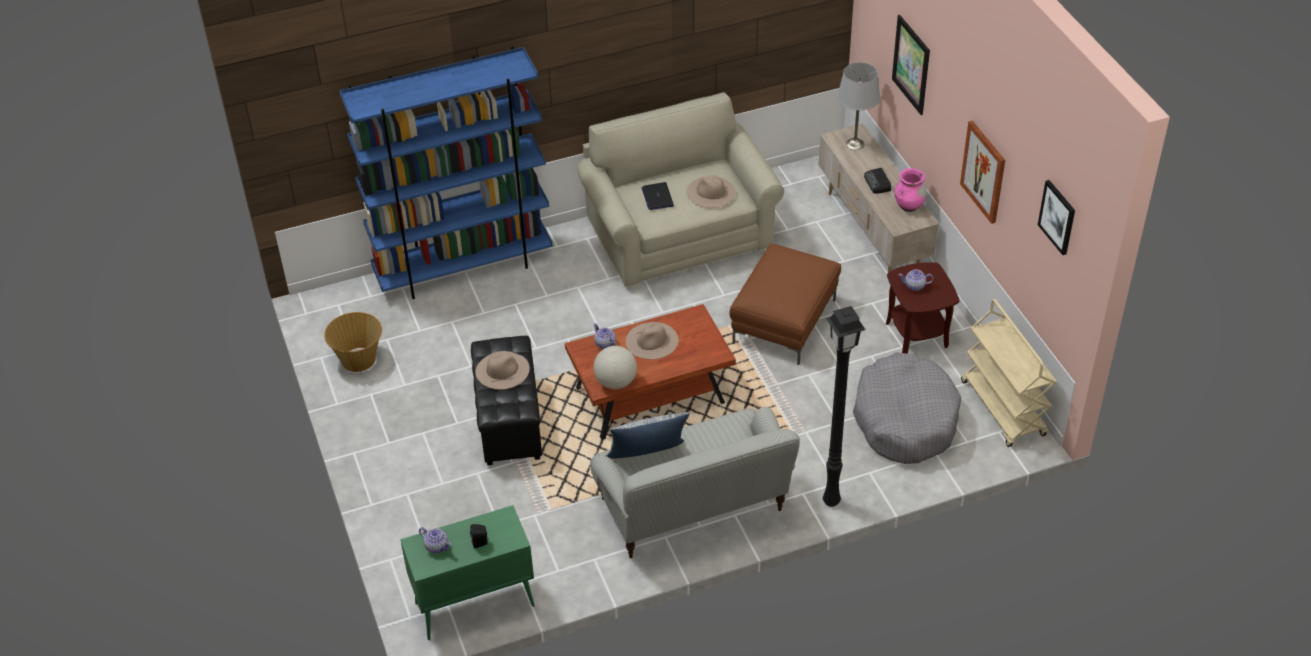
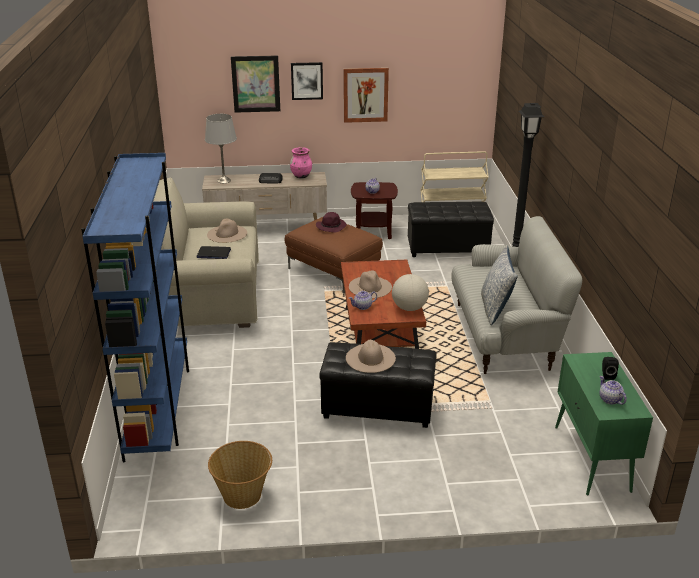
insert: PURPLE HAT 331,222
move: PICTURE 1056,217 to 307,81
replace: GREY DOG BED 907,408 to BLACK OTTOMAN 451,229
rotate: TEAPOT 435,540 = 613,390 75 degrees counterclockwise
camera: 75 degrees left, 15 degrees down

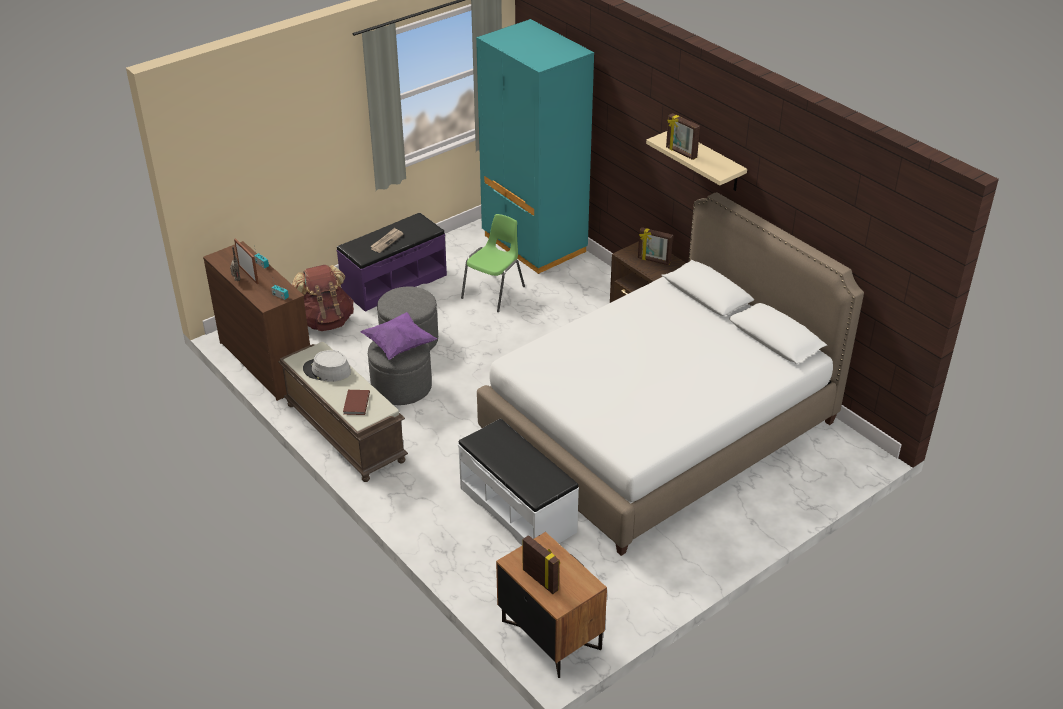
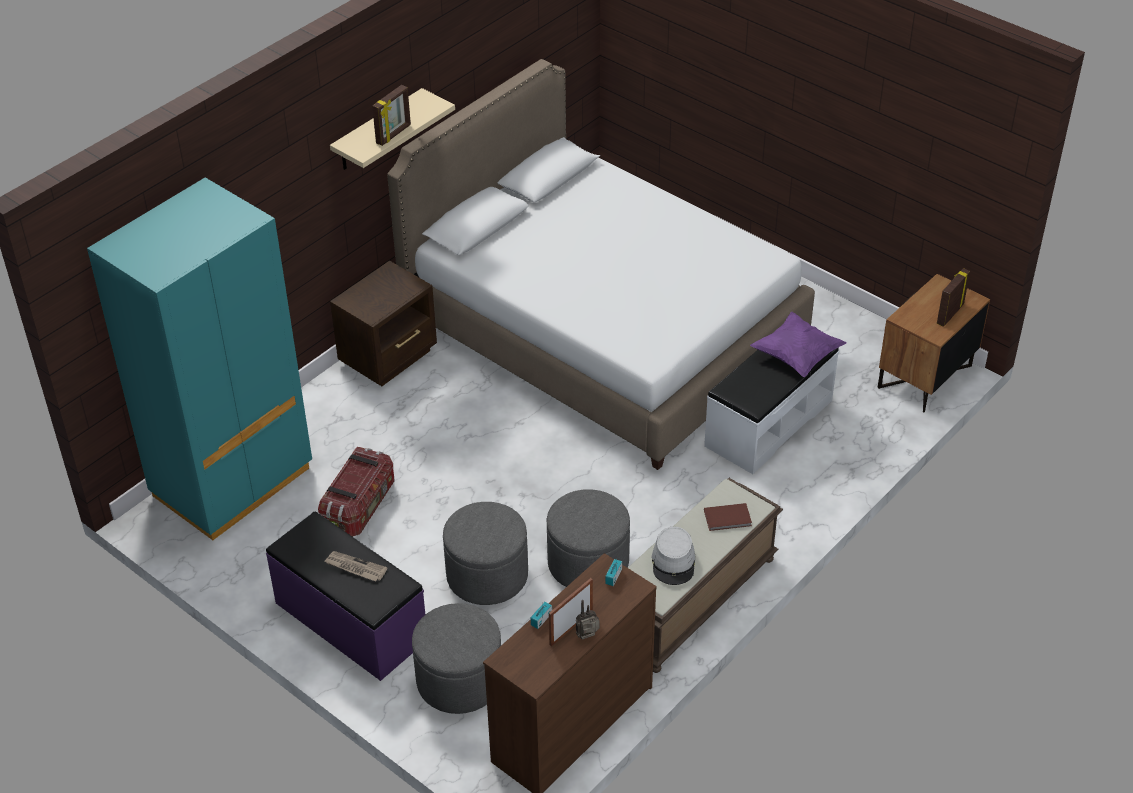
delete: PICTURE FRAME 655,246
move: PURPLE PILLOW 398,336 to 798,344
replace: GREEN CHAIR 493,263 to STORAGE BOX 356,492; BROWN BACKPACK 323,298 to GREY OTTOMAN 456,658
camera: 100 degrees left, 5 degrees up

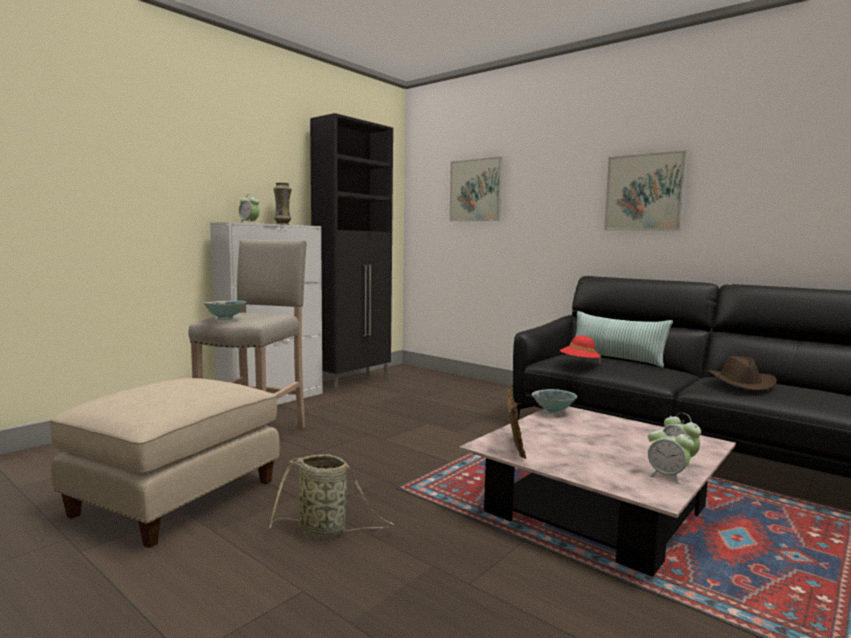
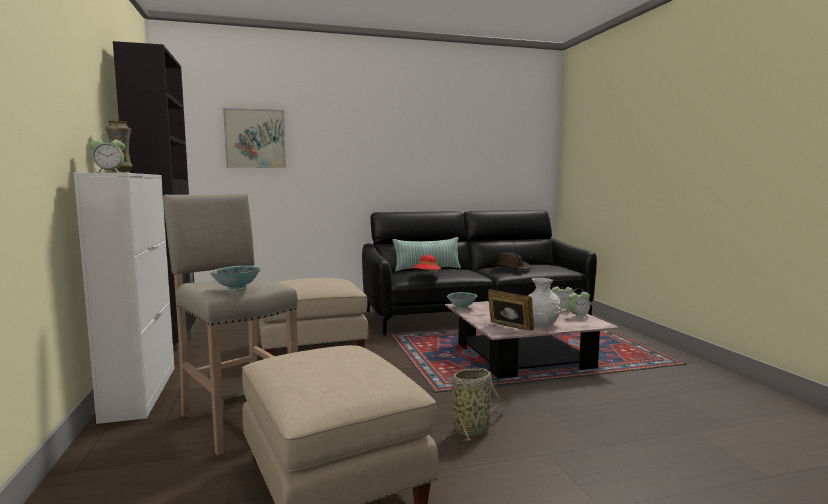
delete: PICTURE 645,190
insert: BEIGE OTTOMAN 313,316; WHITE VASE 544,302
camera: 55 degrees left, 0 degrees up

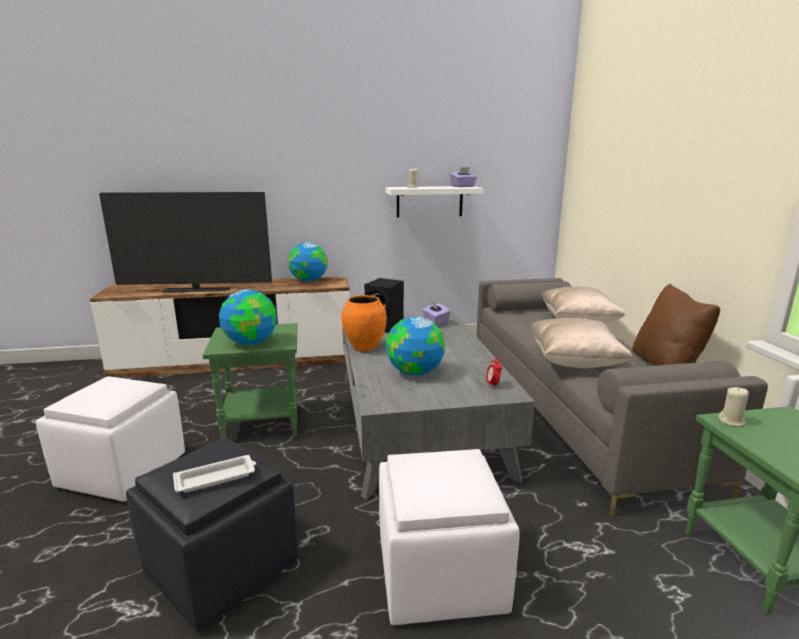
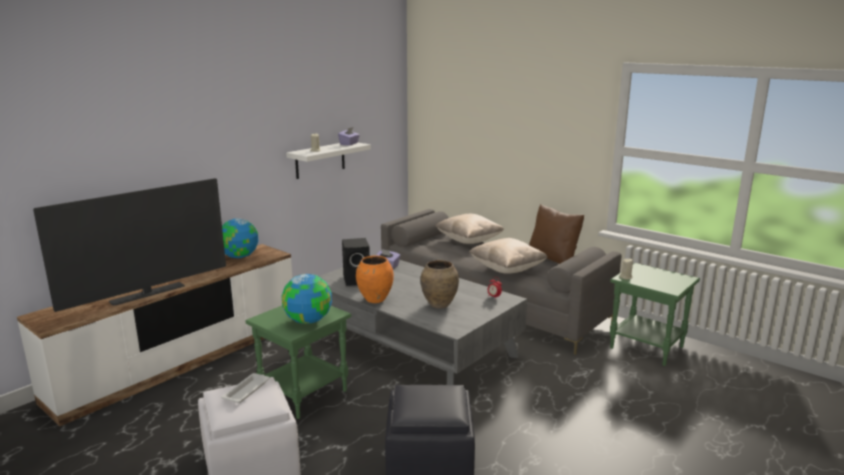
delete: WHITE OTTOMAN 449,537
move: WHITE TRAY 214,474 to 245,388
replace: GLOBE 415,345 to BROWN VASE 439,284
camera: 40 degrees left, 0 degrees up

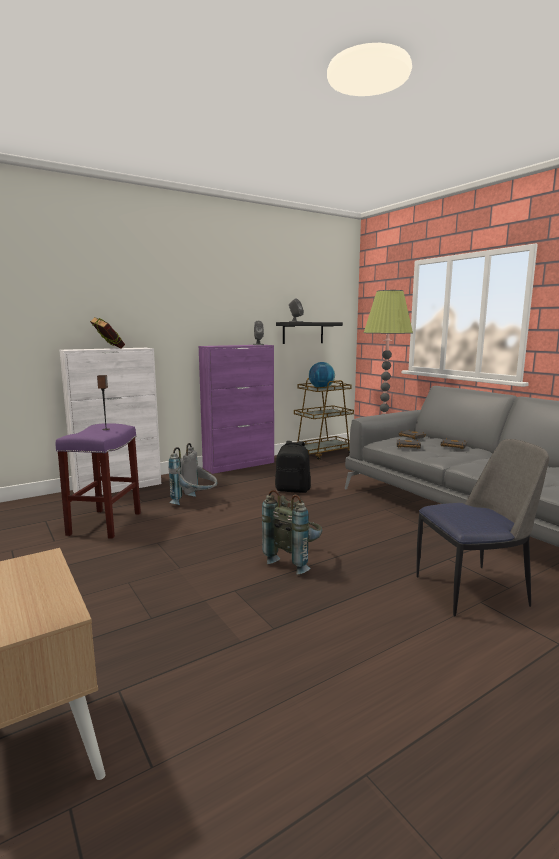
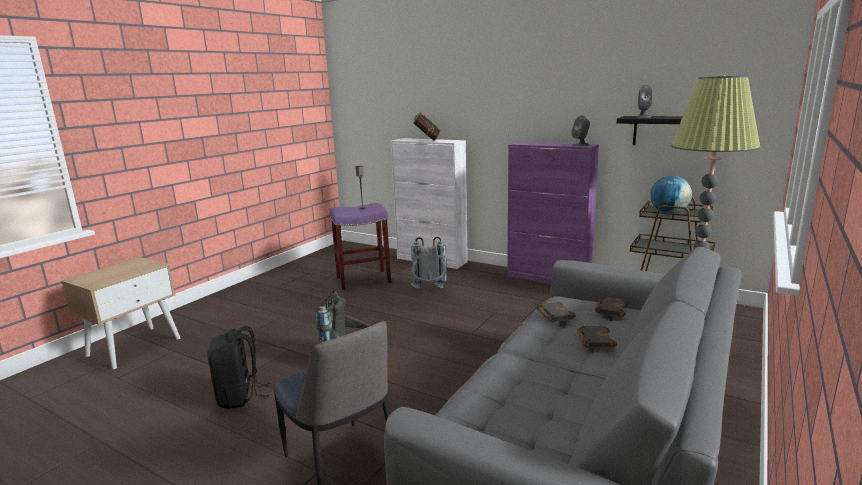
move: BLACK BACKPACK 293,467 to 238,367
camera: 65 degrees right, 5 degrees up

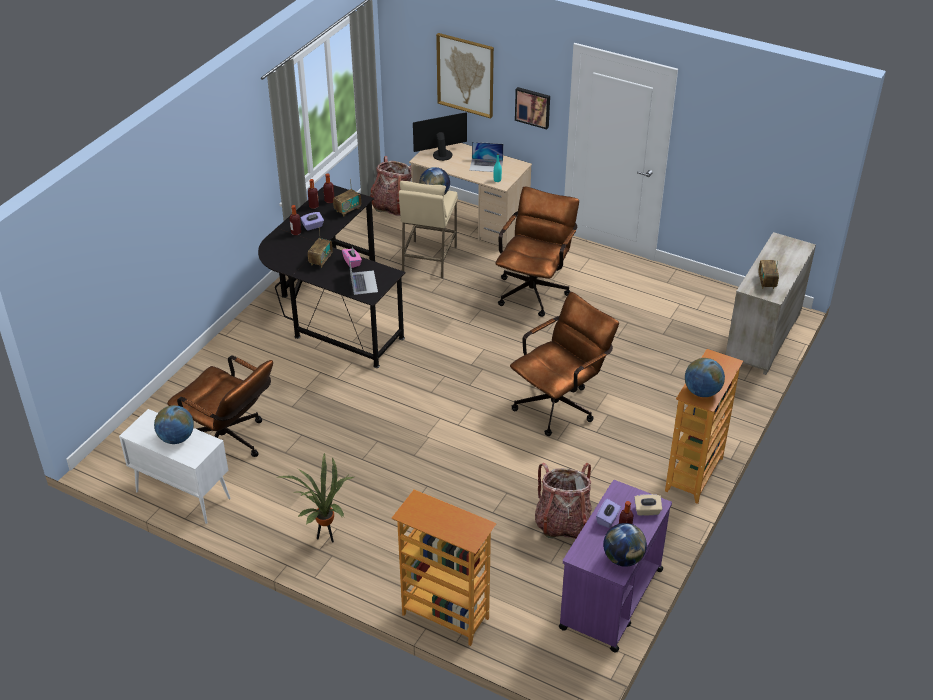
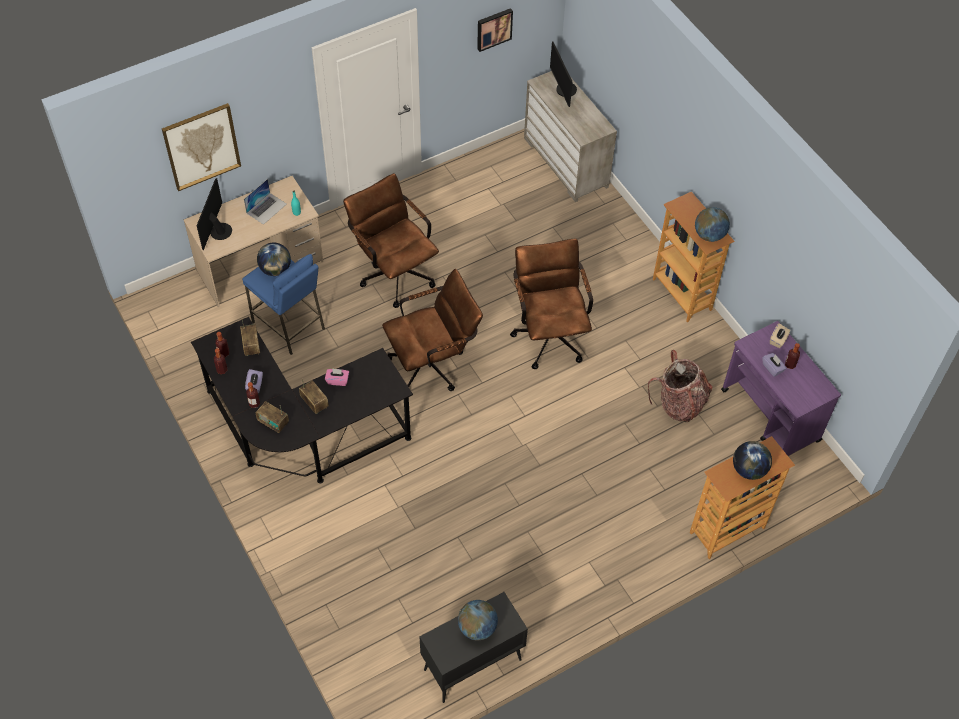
delete: POTTED PLANT 315,497; LAPTOP 363,276; BACKPACK 390,186
insert: MONITOR 563,74
move: RADIO 768,274 to 272,417; BROWN OFFICE CHAIR 220,406 to 432,330; PICTURE 532,108 to 495,30; GLOBE 625,545 to 752,460
recolor: BEIGE STOOL 428,229 to BLUE STOOL 283,304; WHITE CABINET 174,466 to BLACK CABINET 474,647
camera: 60 degrees left, 15 degrees up

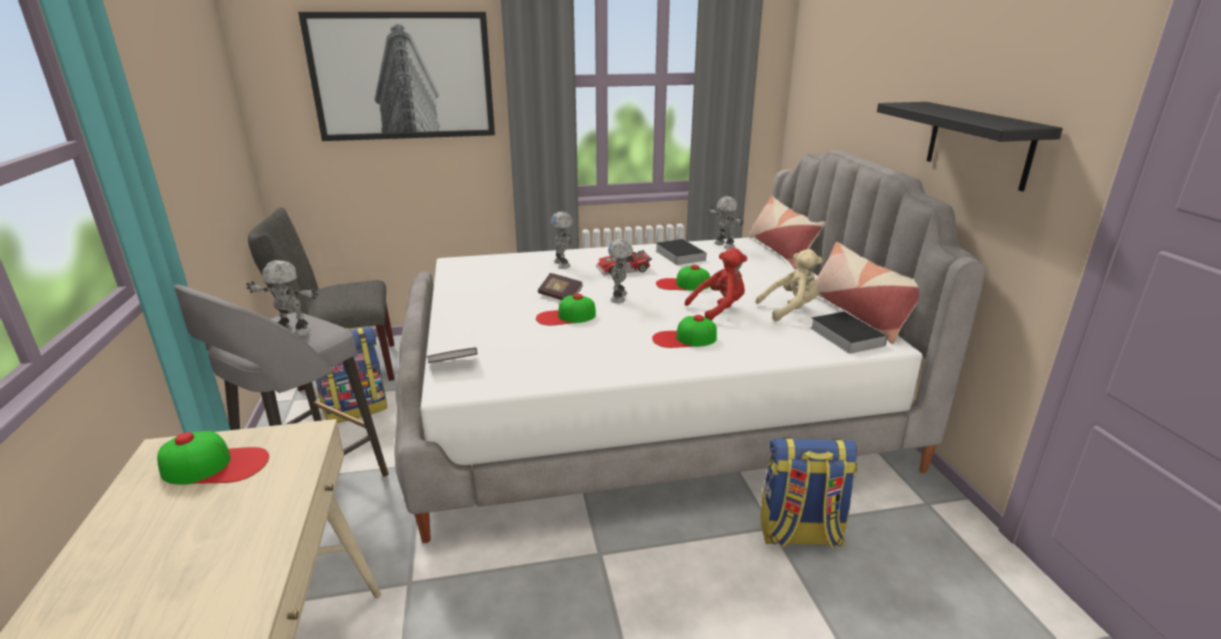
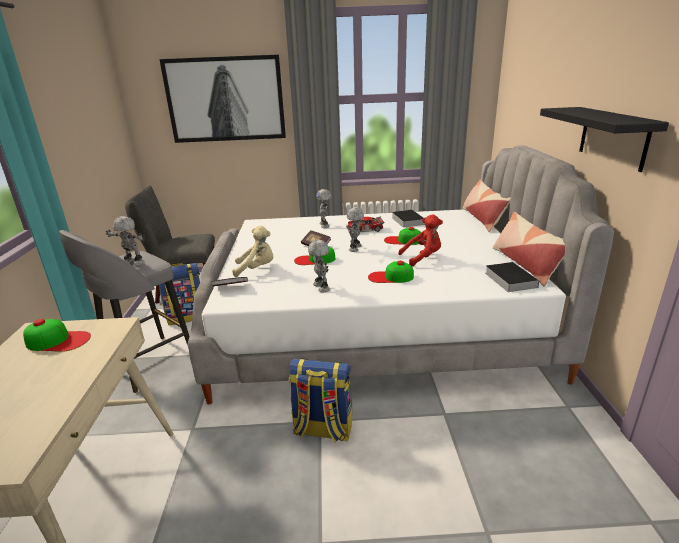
move: BEIGE PLUSH TOY 788,285 to 252,251; BACKPACK 809,493 to 320,400; TOY ROBOT 726,222 to 319,265
camera: 10 degrees right, 0 degrees up

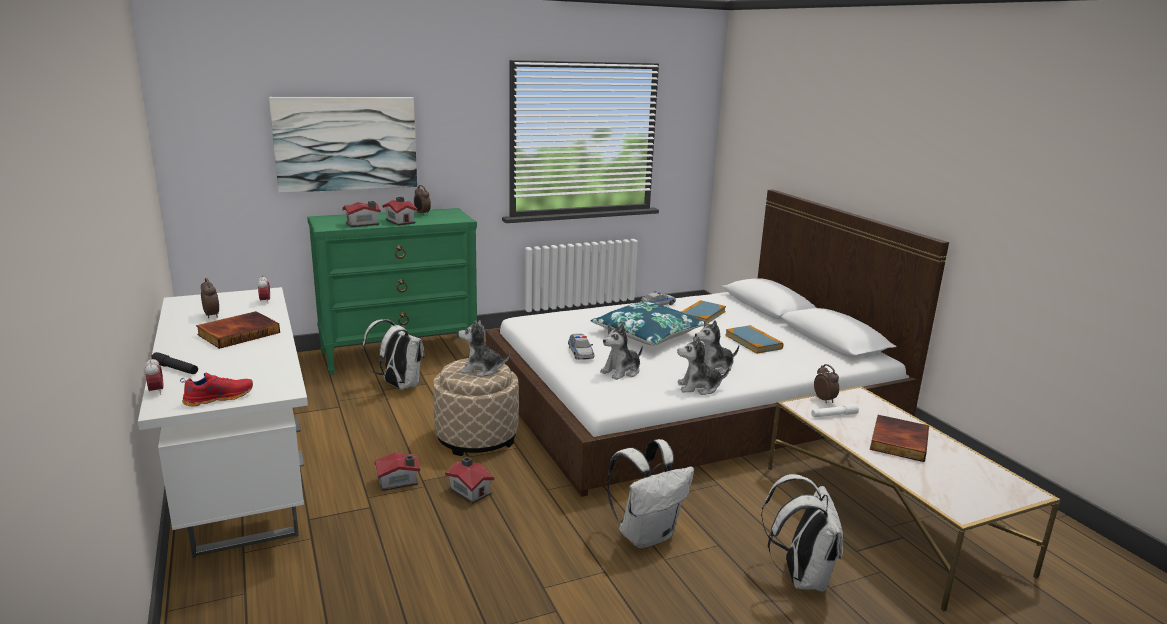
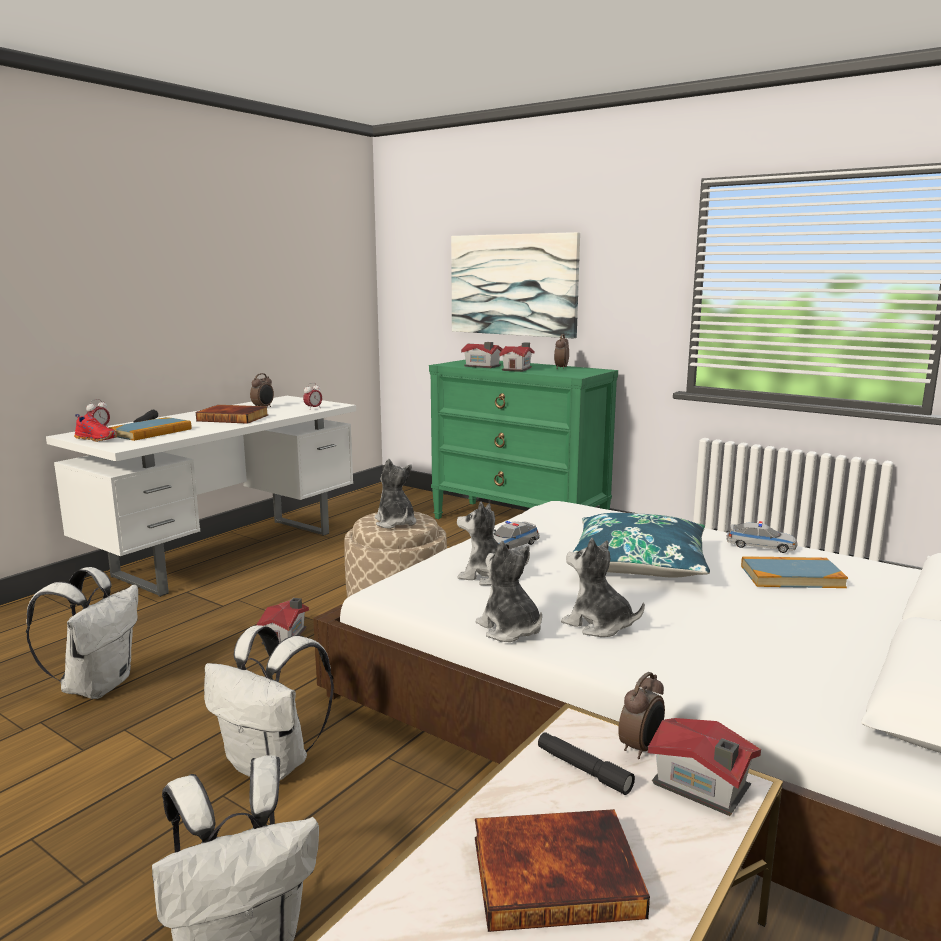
move: WHITE BACKPACK 393,354 to 82,633; BOOK 754,339 to 150,429; TOY HOUSE 397,471 to 704,767
recolor: WHITE FLASHLIGHT 835,410 to BLACK FLASHLIGHT 586,763
camera: 60 degrees right, 5 degrees down

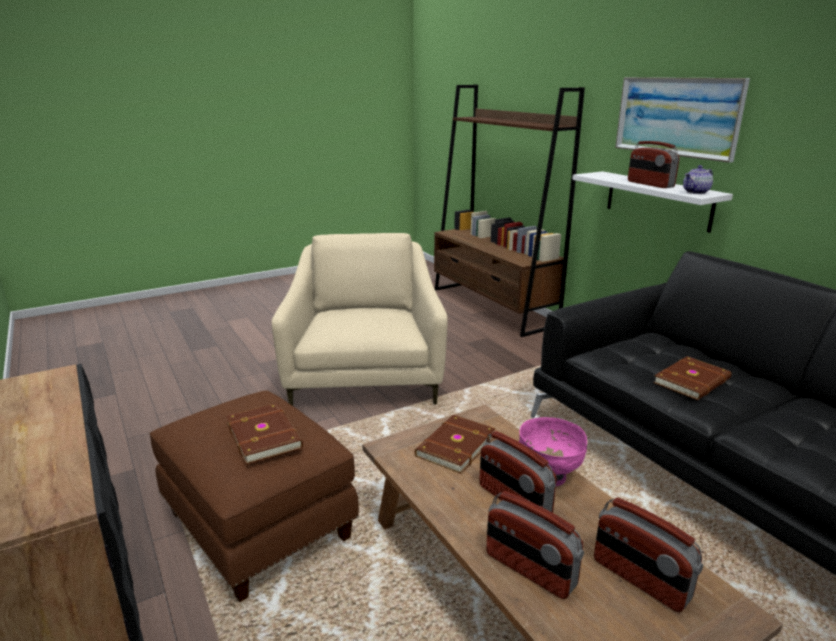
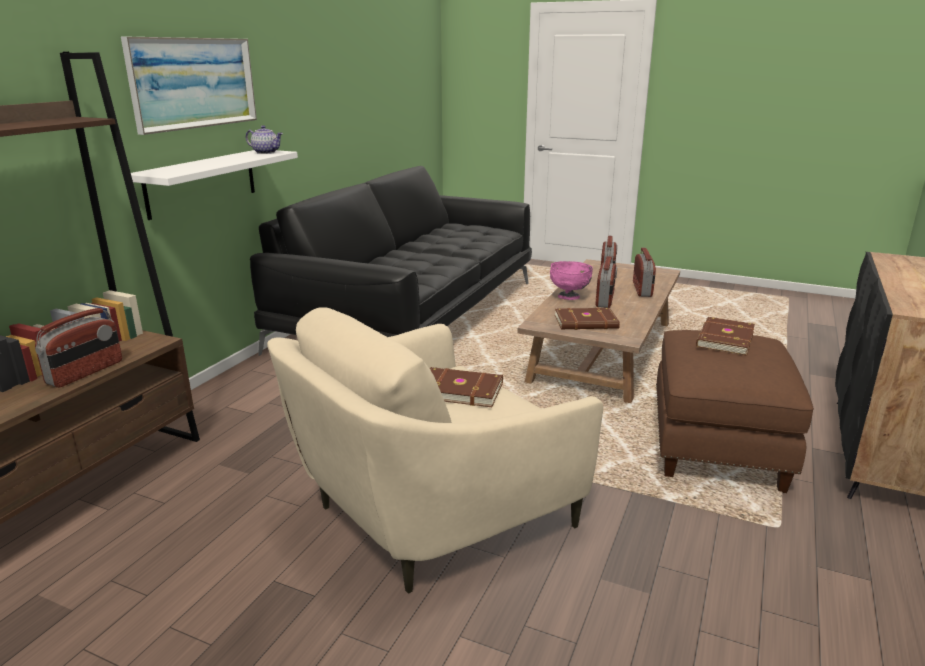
move: RADIO 654,164 to 78,348; BROWN BOOK 692,378 to 466,387
camera: 125 degrees left, 0 degrees up

